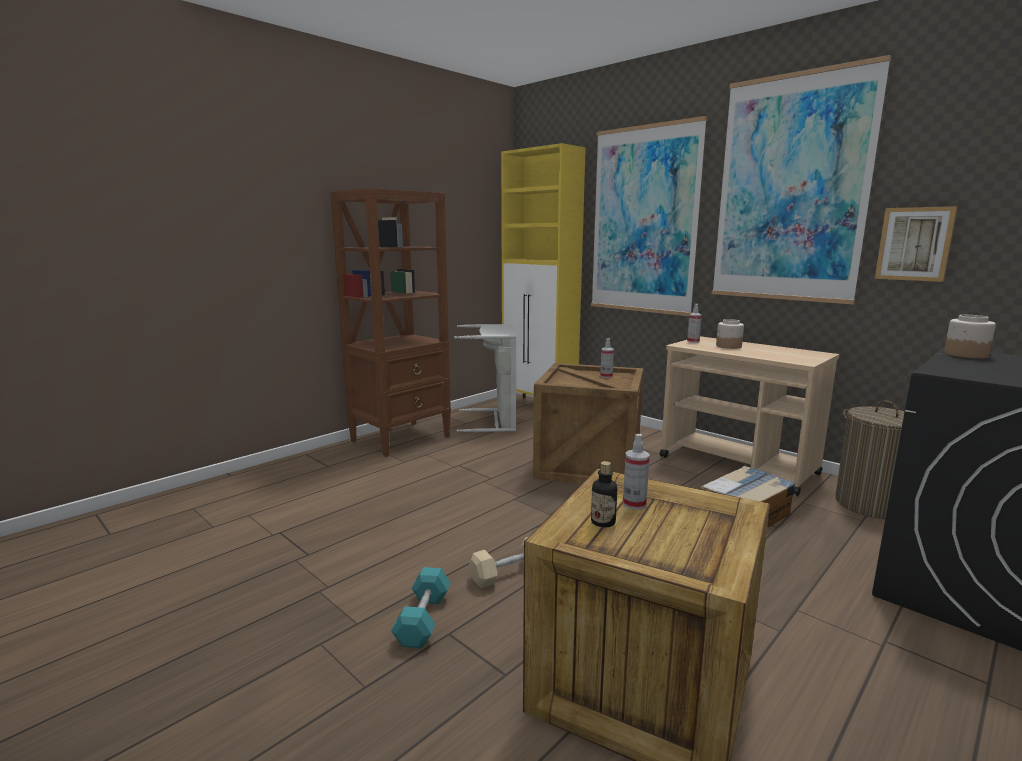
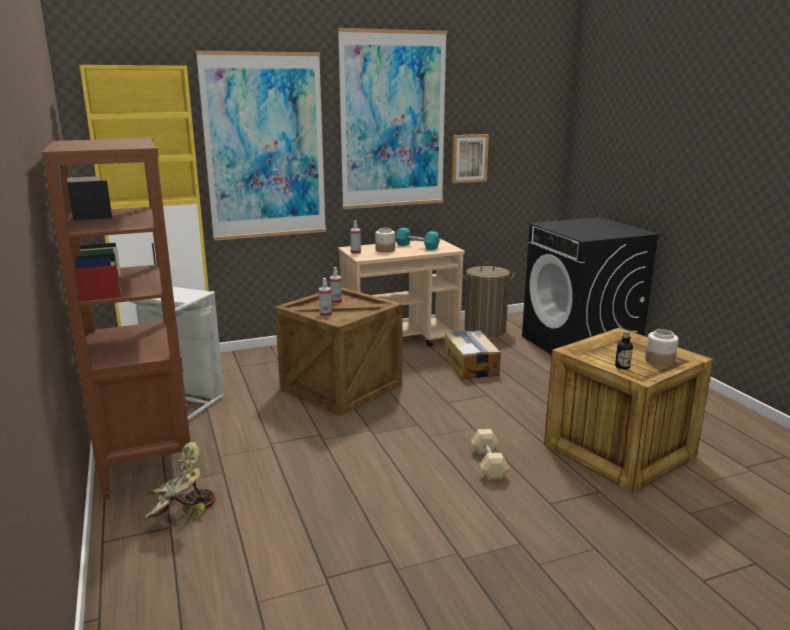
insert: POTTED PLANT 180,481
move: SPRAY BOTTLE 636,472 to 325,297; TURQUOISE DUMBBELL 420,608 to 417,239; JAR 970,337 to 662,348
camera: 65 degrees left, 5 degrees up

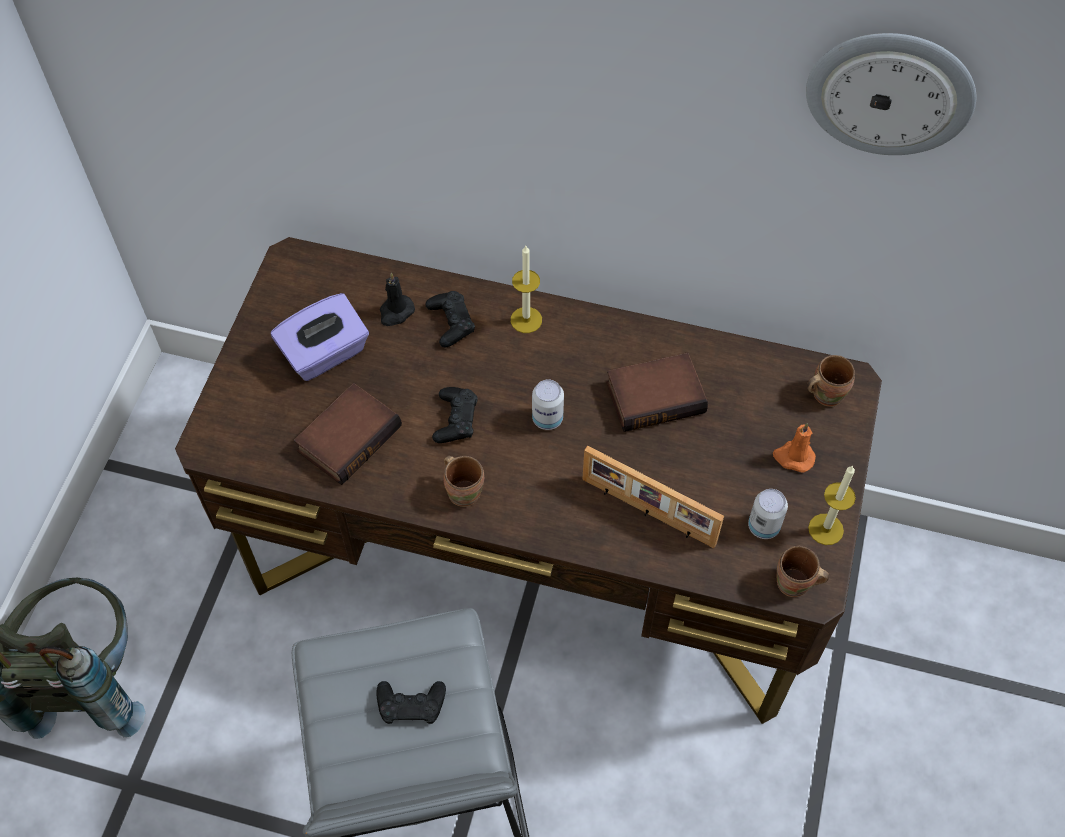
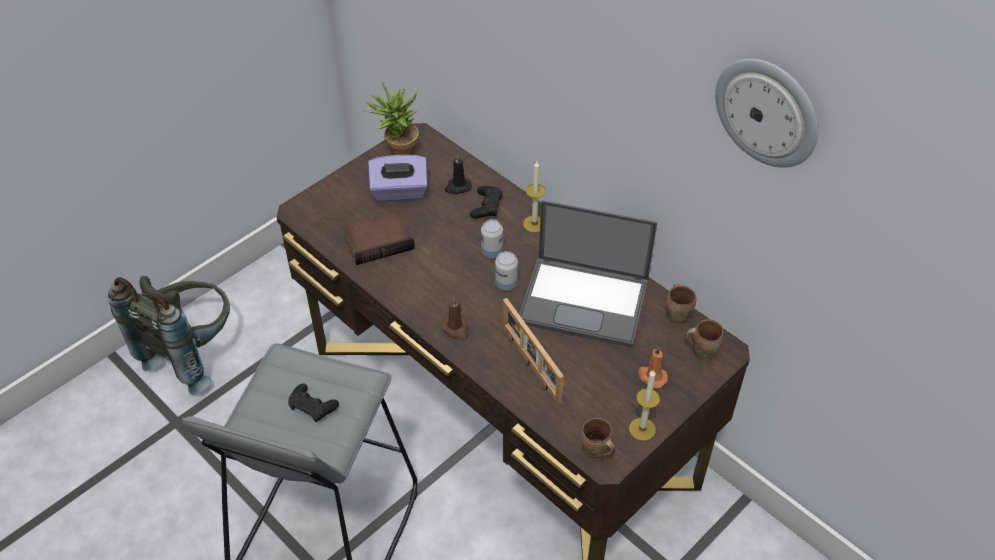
delete: BLACK GAME CONTROLLER 455,415
insert: POTTED PLANT 391,118; BROWN CANDLE 455,318
move: CAN 768,514 to 492,238; BROWN MUG 463,481 to 681,304
replace: BOOK 657,392 to LAPTOP 588,273
camera: 30 degrees right, 10 degrees down

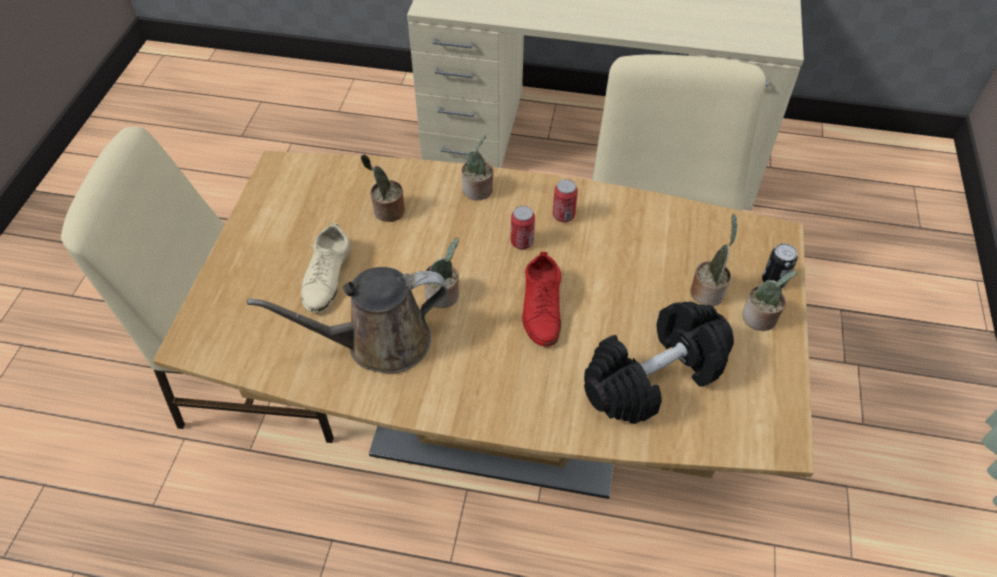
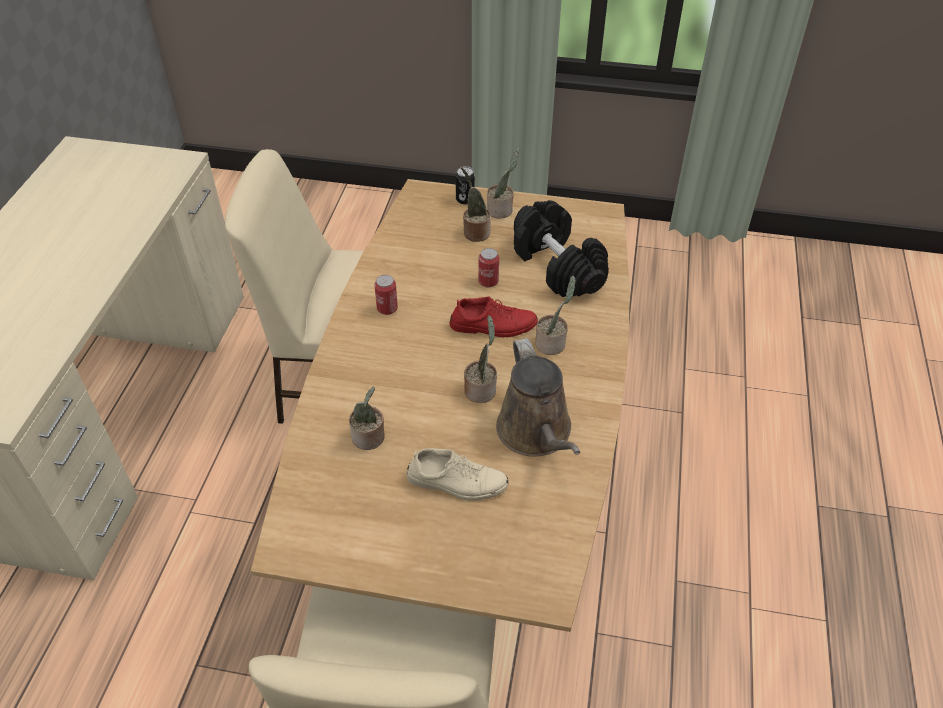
move: CAN 523,227 to 488,268; POTTED PLANT 477,167 to 555,315
camera: 90 degrees left, 5 degrees down

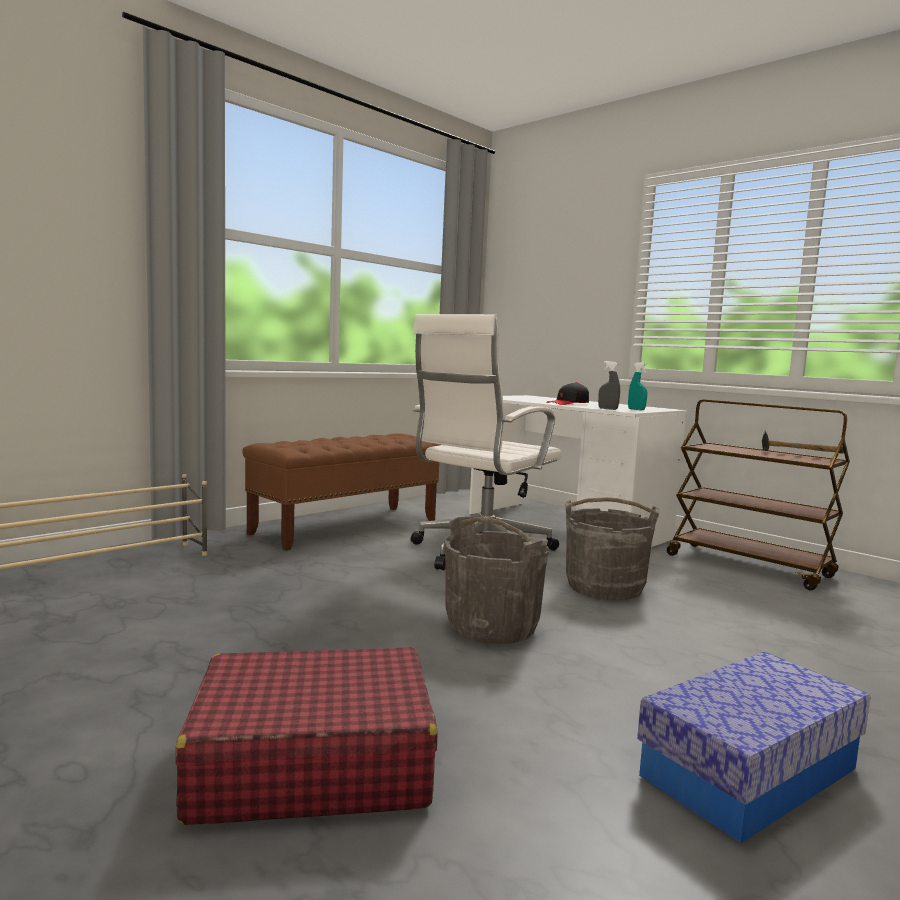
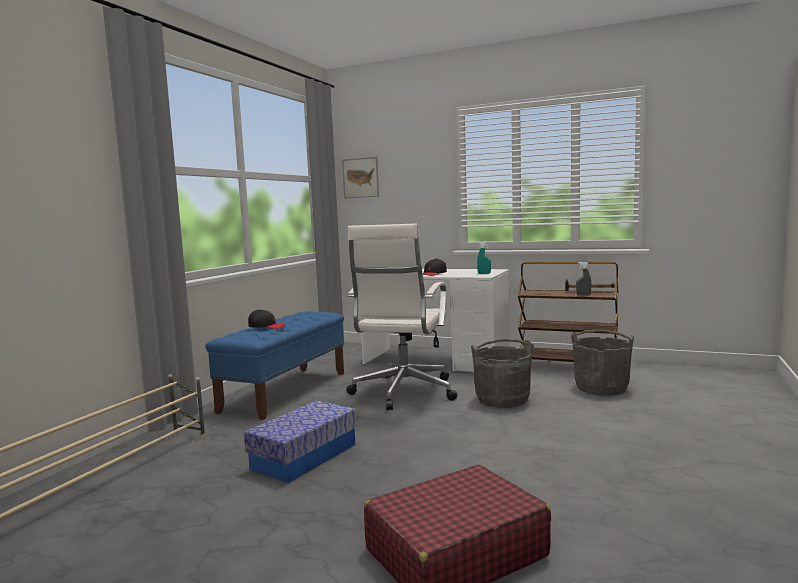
insert: BLACK CAP 267,319; PICTURE 360,177
move: STORAGE BOX 753,747 to 300,442; GREY BUCKET 496,580 to 602,362; GREY SPRAY BOTTLE 609,385 to 584,279
recolor: BROWN BENCH 341,492 to BLUE BENCH 274,365
camera: 20 degrees left, 0 degrees up

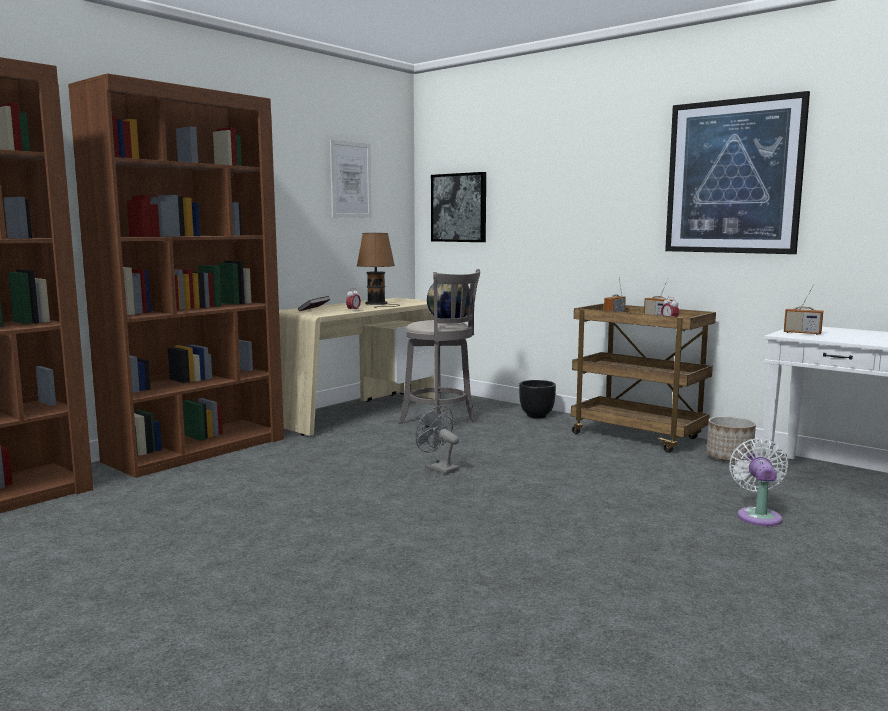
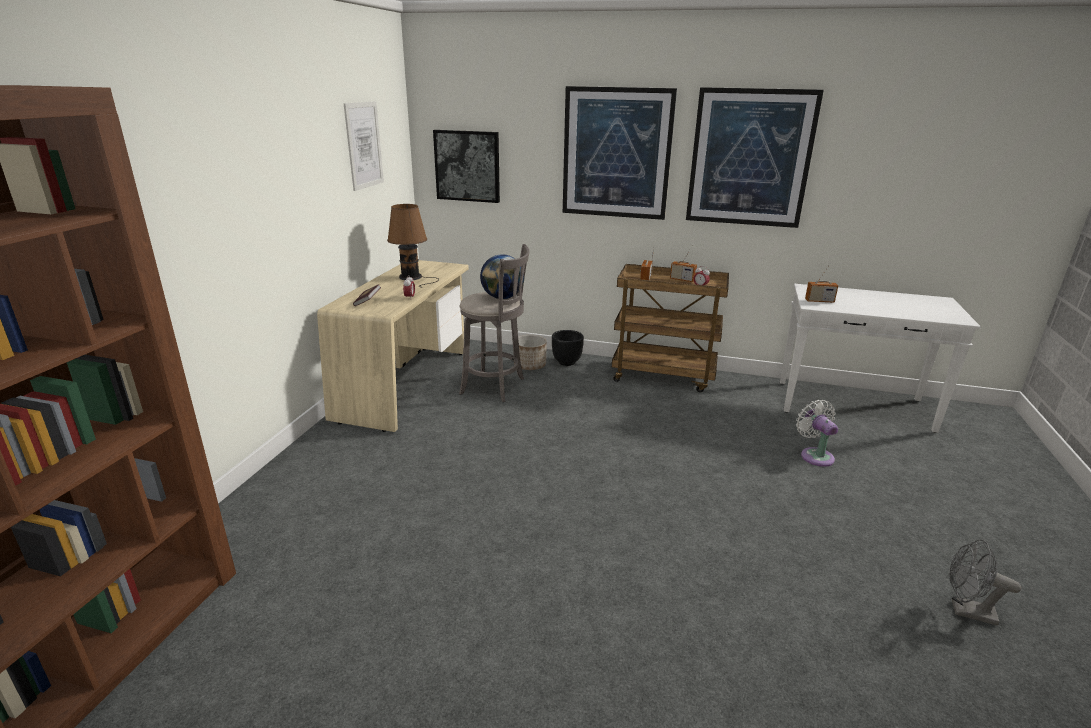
delete: BROWN BOOKCASE 176,275
insert: PICTURE 620,153
move: PLANTER 731,438 to 530,352; GREY FAN 437,439 to 985,583
camera: 25 degrees left, 15 degrees up

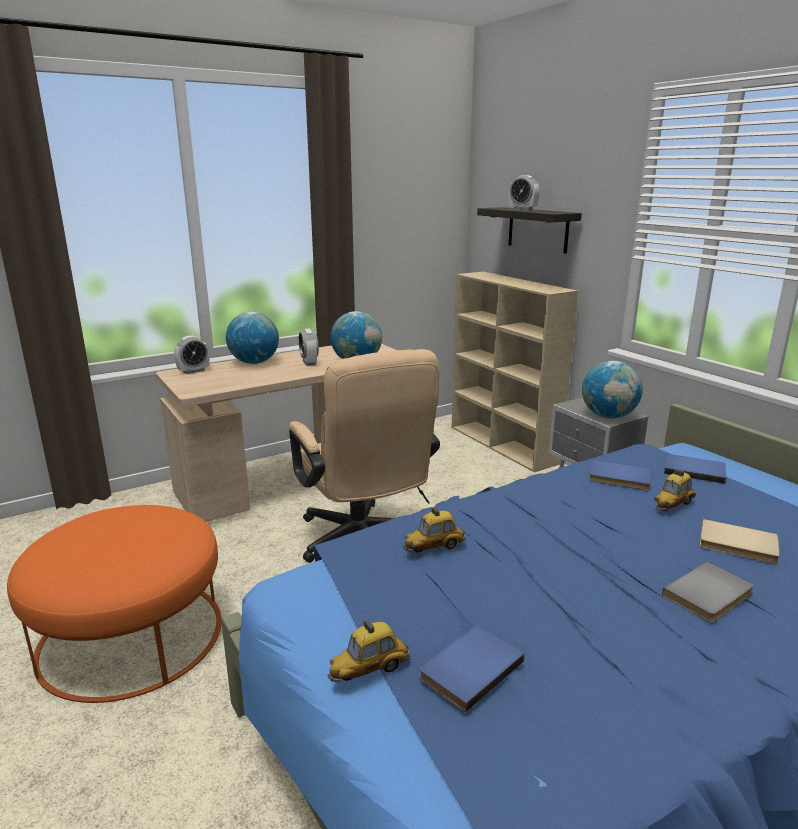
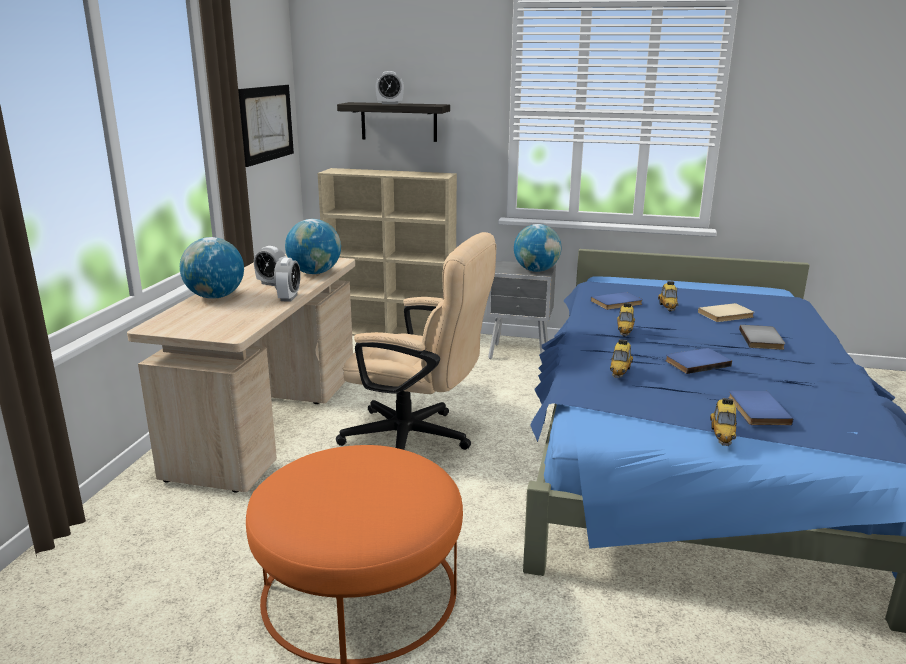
insert: PICTURE 266,126; TOY CAR 626,320
move: ALARM CLOCK 192,354 to 287,280; BLUE BOOK 695,469 to 698,361
camera: 45 degrees left, 0 degrees up

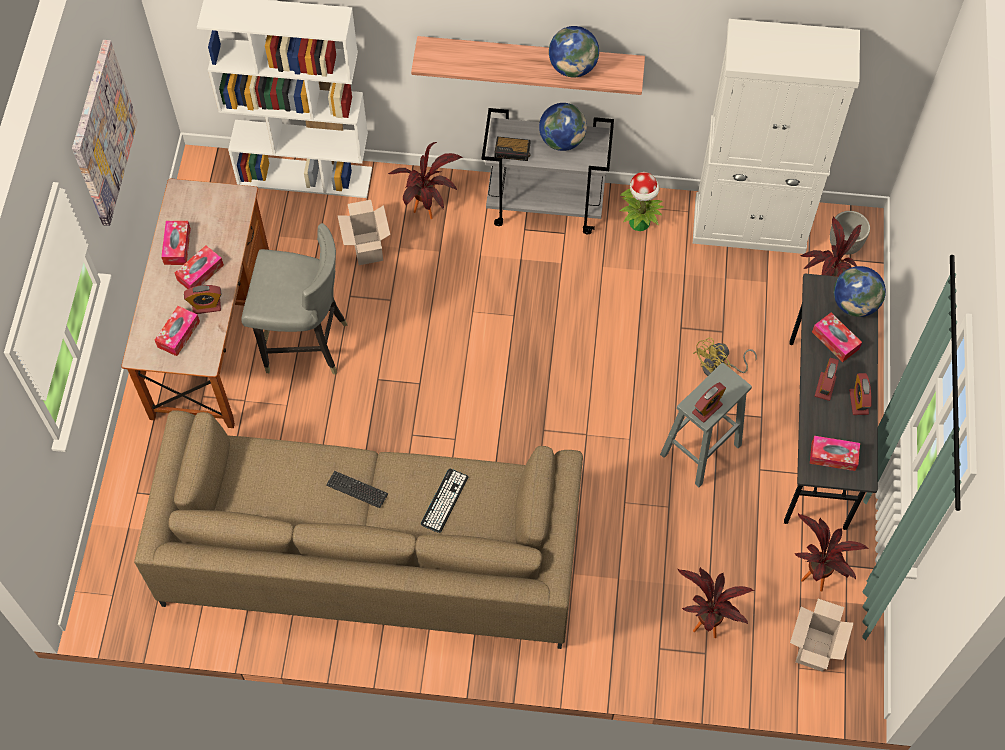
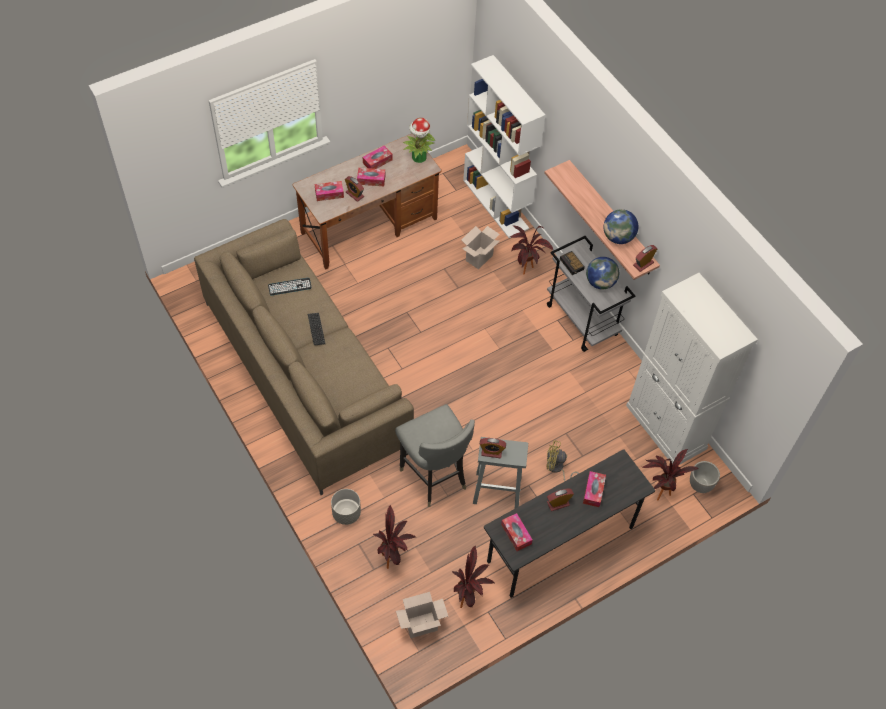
delete: PICTURE 105,133; GLOBE 860,291
insert: GREY PLANTER 346,507
move: KEYBOARD 444,501 to 290,287; GREY CHAIR 294,299 to 435,455; POTTED PLANT 642,201 to 419,140; ALARM CLOCK 860,394 to 645,258
camera: 50 degrees right, 5 degrees down

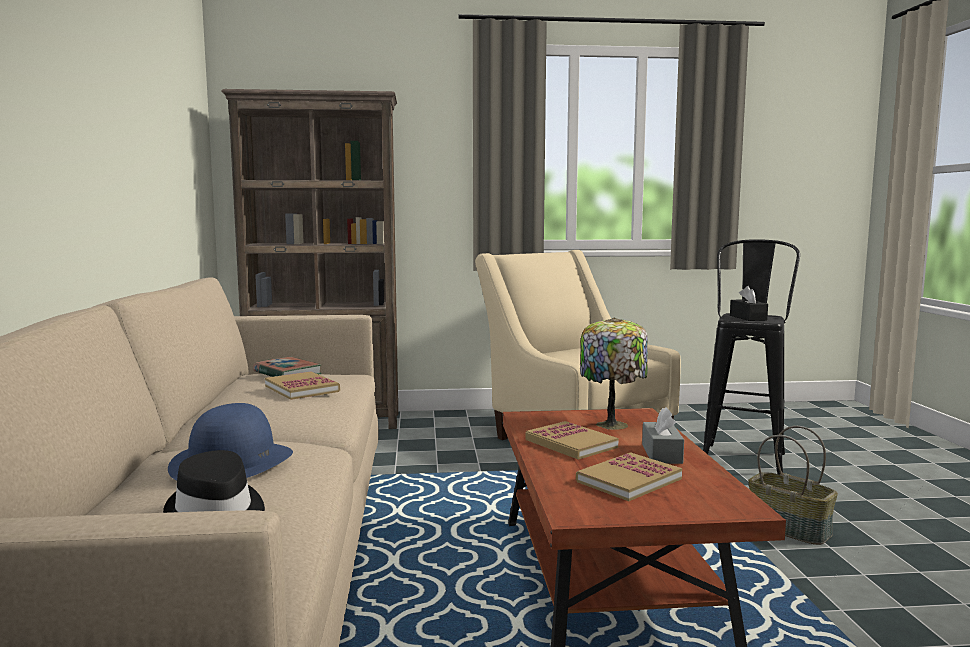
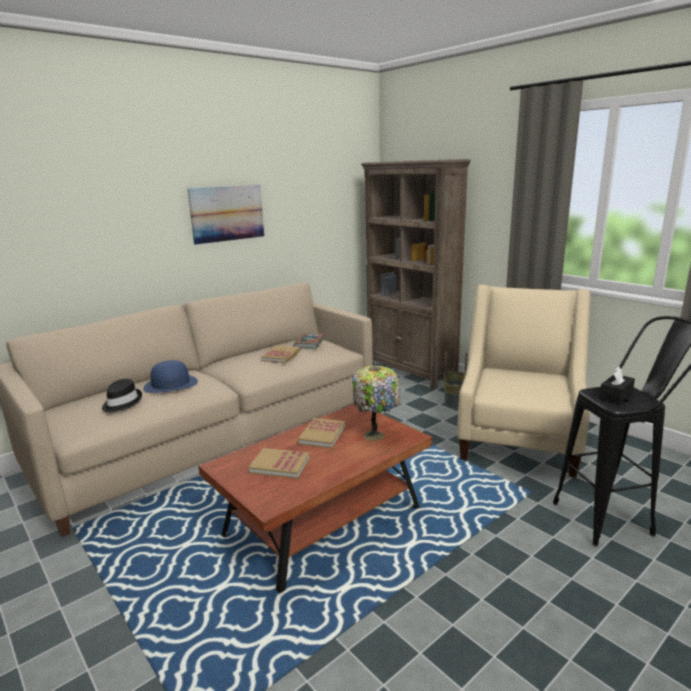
delete: GREY TISSUE BOX 663,435
insert: PICTURE 226,215
move: BASKET 793,485 to 456,379
camera: 55 degrees right, 10 degrees up

